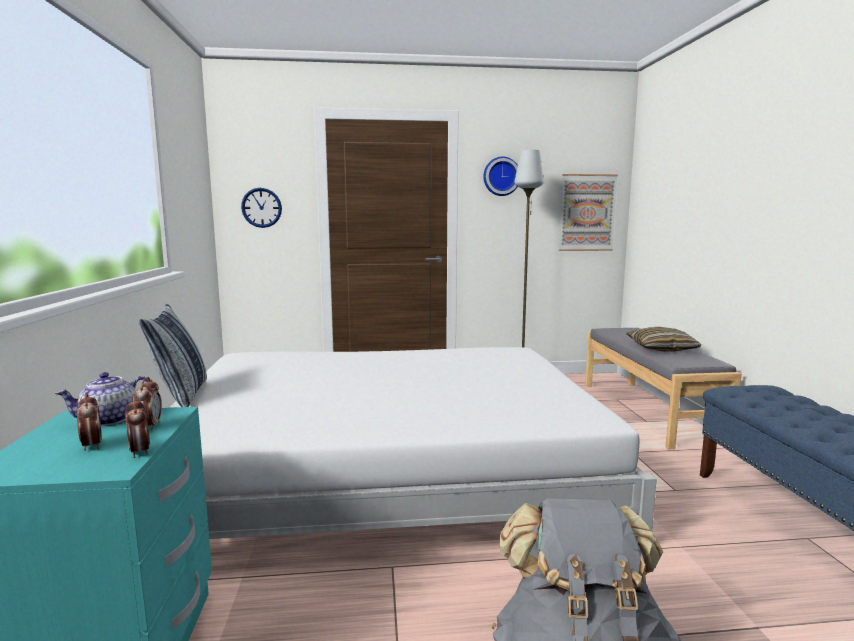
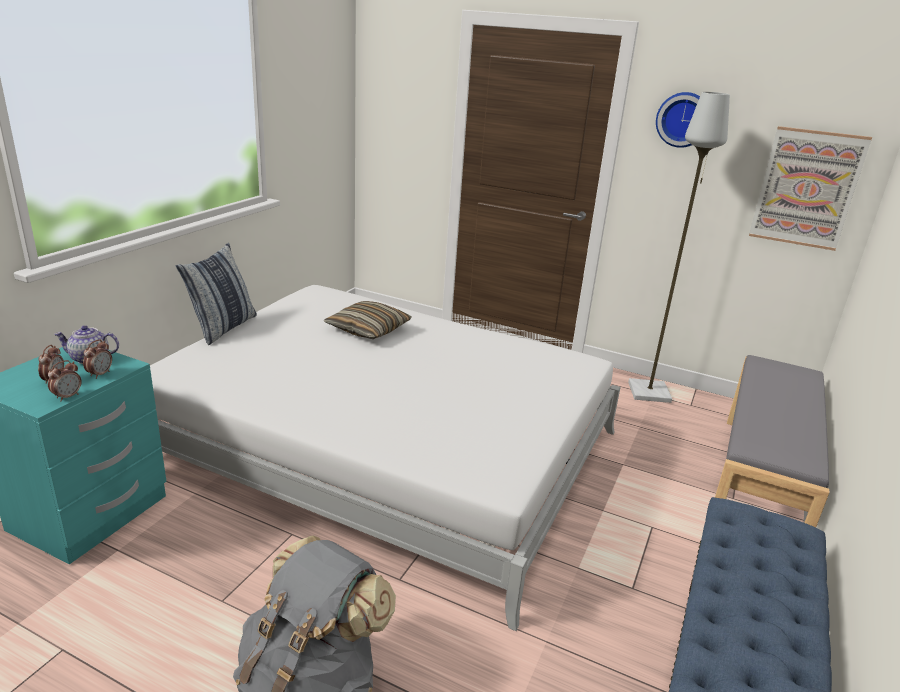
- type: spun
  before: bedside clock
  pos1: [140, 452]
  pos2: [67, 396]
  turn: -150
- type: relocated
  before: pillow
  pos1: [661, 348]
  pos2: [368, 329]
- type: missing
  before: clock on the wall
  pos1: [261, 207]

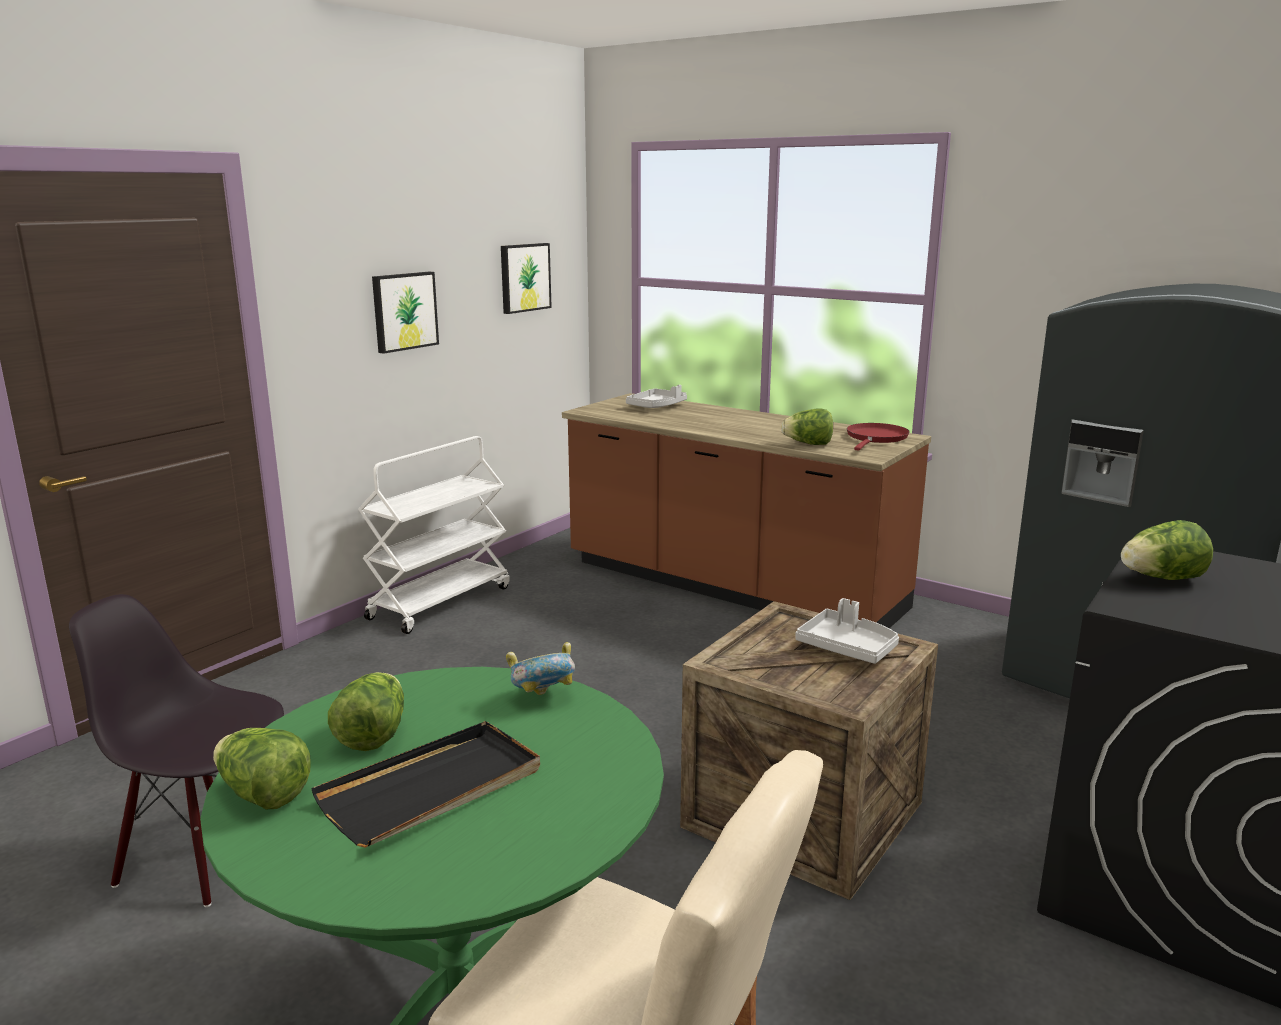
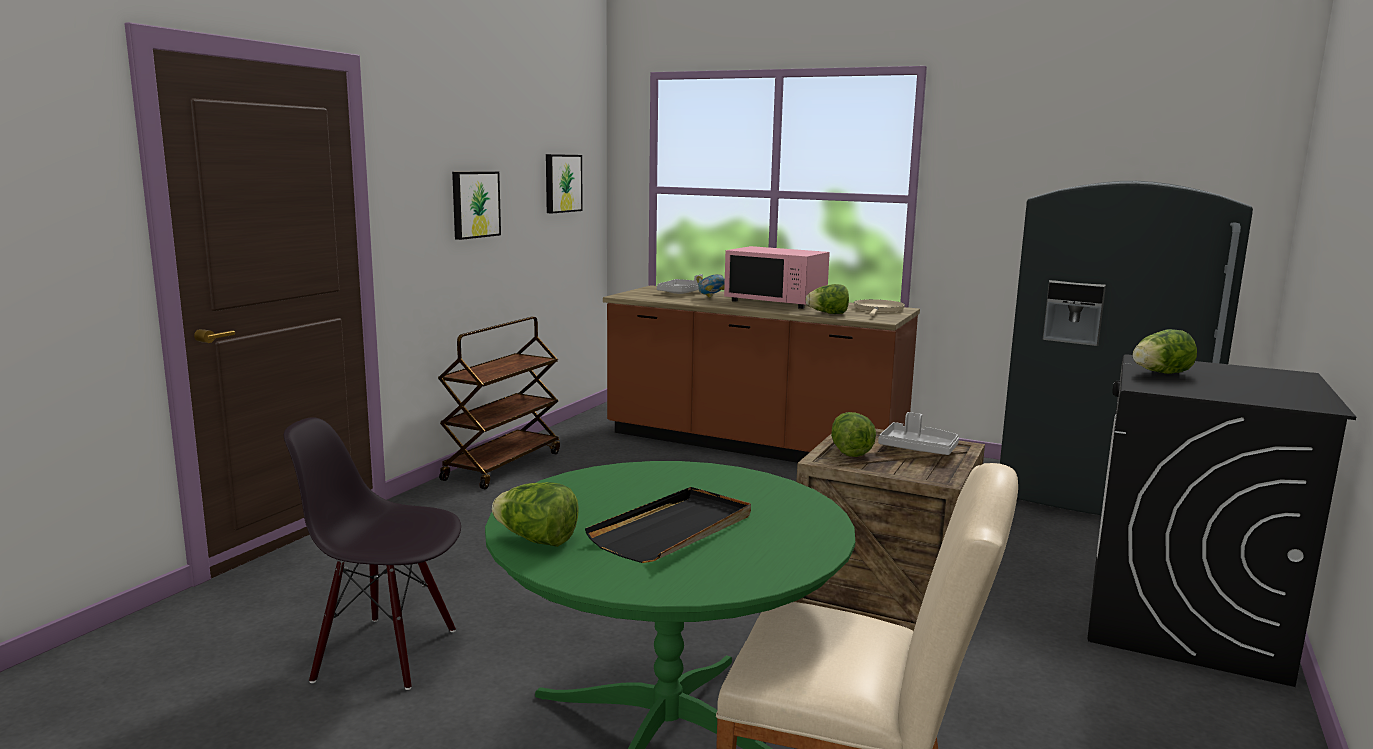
- type: colour
  before: trolley (white-coloured)
  after: trolley (brown-coloured)
  pos1: [440, 602]
  pos2: [502, 465]
- type: relocated
  before: bowl
  pos1: [543, 697]
  pos2: [711, 298]
- type: appeared
  after: microwave oven (pink)
  pos2: [776, 302]
- type: relocated
  before: lettuce head
  pos1: [373, 735]
  pos2: [849, 451]
- type: colour
  before: skillet (reddish)
  after: skillet (beige)
  pos1: [876, 438]
  pos2: [878, 310]

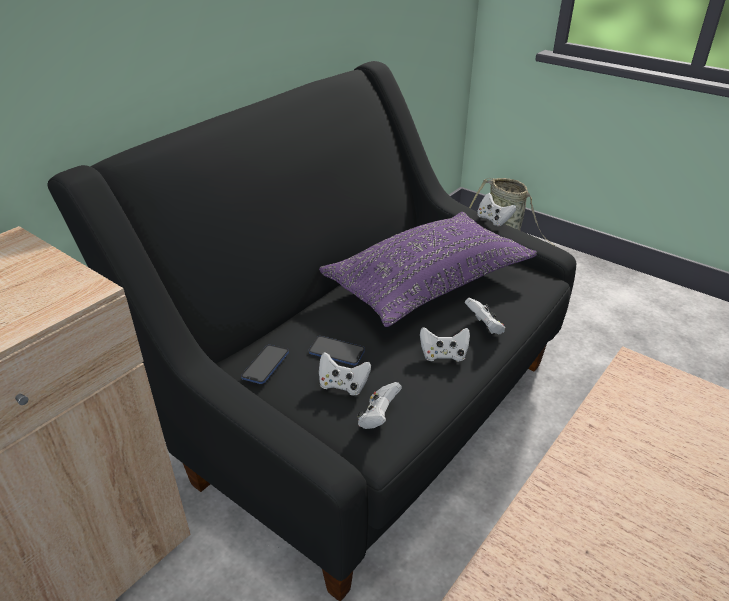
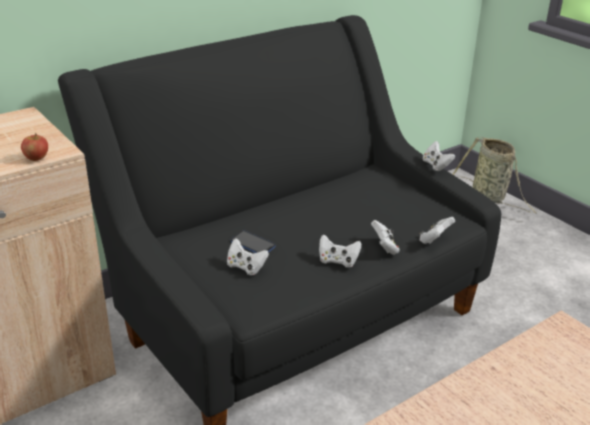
- type: appeared
  after: apple
  pos2: [36, 158]
- type: relocated
  before: joypad (white-coloured)
  pos1: [378, 417]
  pos2: [434, 240]
- type: missing
  before: handset
  pos1: [265, 365]
- type: missing
  before: pillow (purplish)
  pos1: [428, 283]

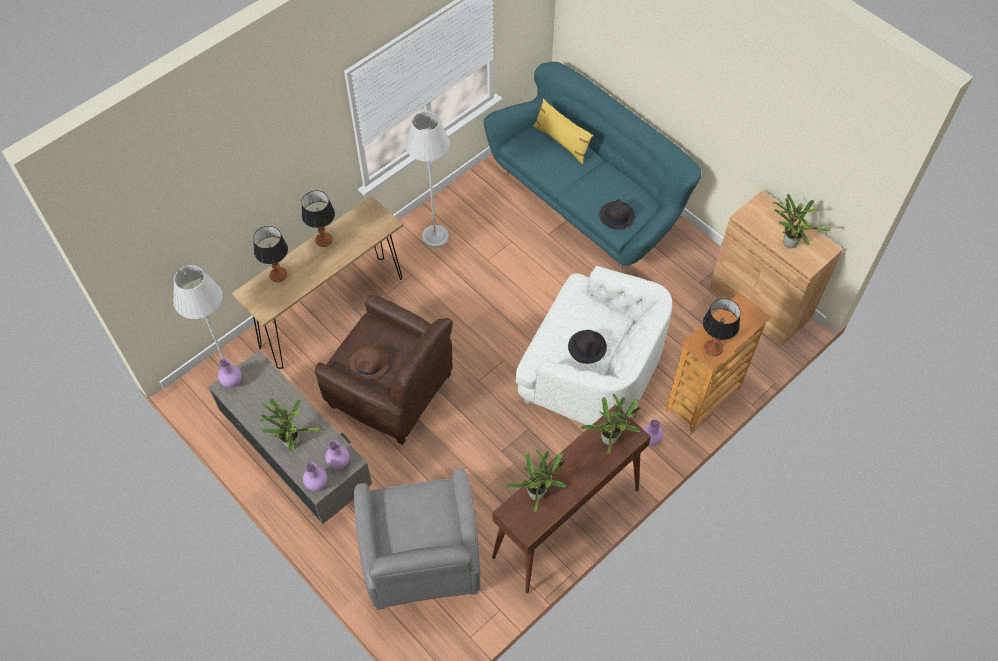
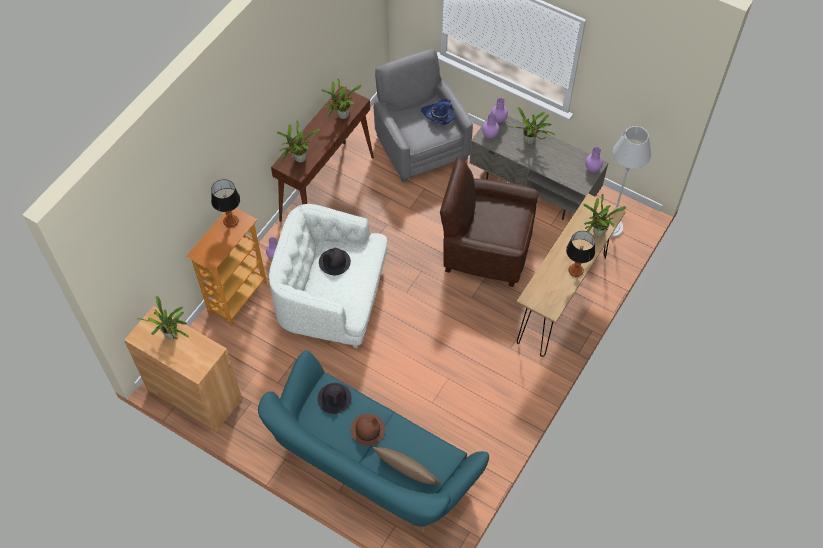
- type: relocated
  before: hat (brown-coloured)
  pos1: [369, 364]
  pos2: [367, 429]
- type: colour
  before: pillow (yellow-coloured)
  after: pillow (brown-coloured)
  pos1: [562, 141]
  pos2: [406, 472]
- type: appeared
  after: hat (bluish)
  pos2: [439, 116]
- type: exchanged
  before: lamp for a table
  after: potted plant
  pos1: [278, 275]
  pos2: [597, 233]
- type: missing
  before: standing lamp (greyish)
  pos1: [435, 237]

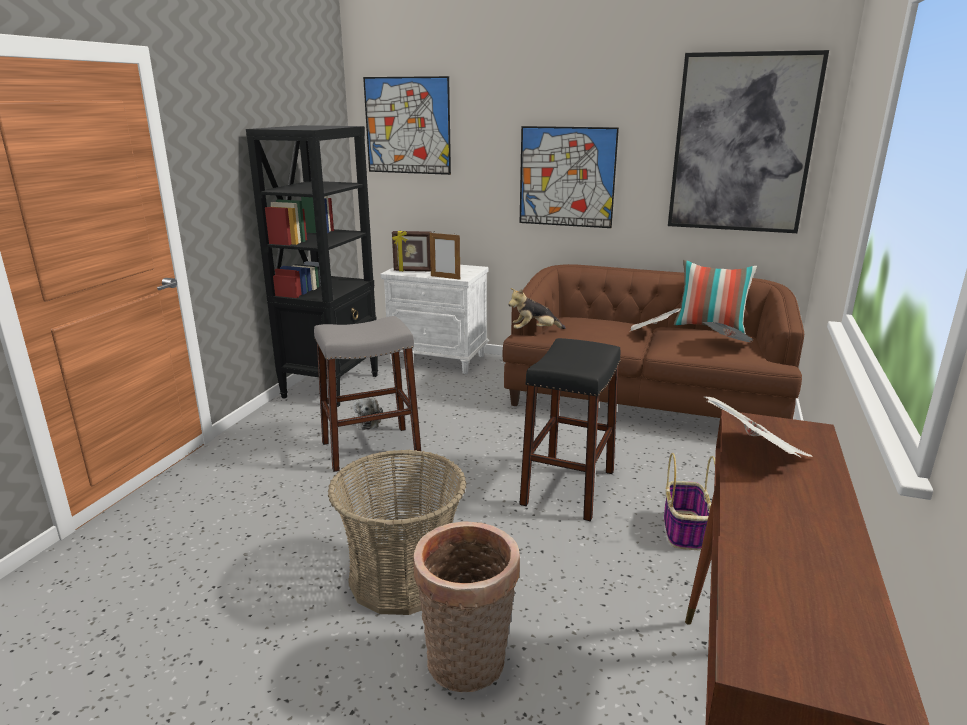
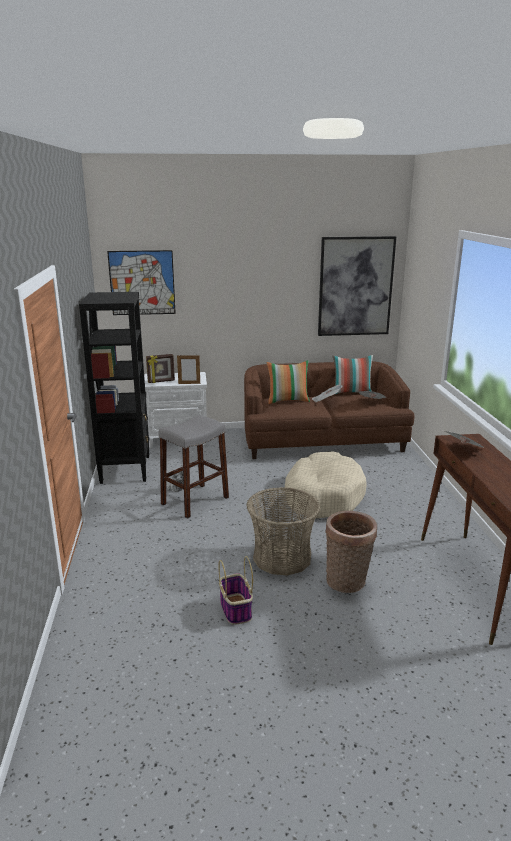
- type: relocated
  before: basket
  pos1: [683, 530]
  pos2: [235, 609]
- type: appeared
  after: pillow
  pos2: [288, 400]
- type: exchanged
  before: stool seat (black-coloured)
  after: pet bed (beige)
  pos1: [568, 487]
  pos2: [323, 496]
- type: missing
  before: plush toy
  pos1: [534, 331]
- type: missing
  before: picture
  pos1: [567, 177]

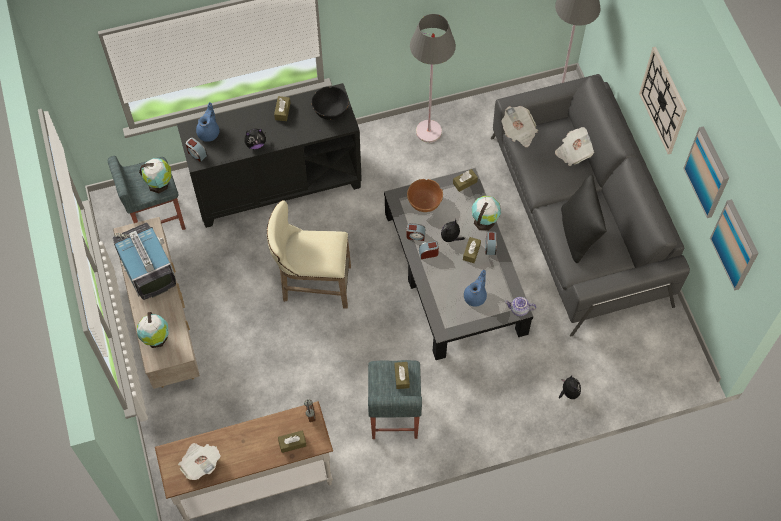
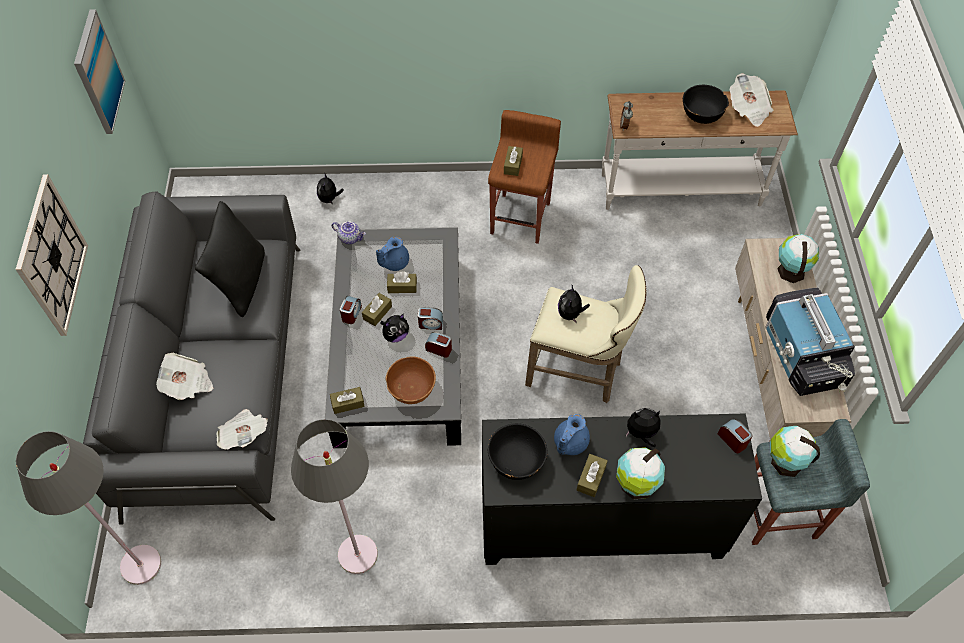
- type: relocated
  before: tissue holder (brown-coloured)
  pos1: [292, 443]
  pos2: [402, 287]
- type: colour
  before: stool seat (greyish)
  after: stool seat (brown-coloured)
  pos1: [394, 416]
  pos2: [521, 217]
- type: relocated
  before: pot for tea (bluish)
  pos1: [209, 132]
  pos2: [569, 443]
- type: appeared
  after: plush toy
  pos2: [570, 314]
- type: relocated
  before: desk globe
  pos1: [484, 220]
  pos2: [636, 485]
- type: appeared
  after: bowl (black-coloured)
  pos2: [701, 115]
- type: missing
  before: picture
  pos1: [707, 172]

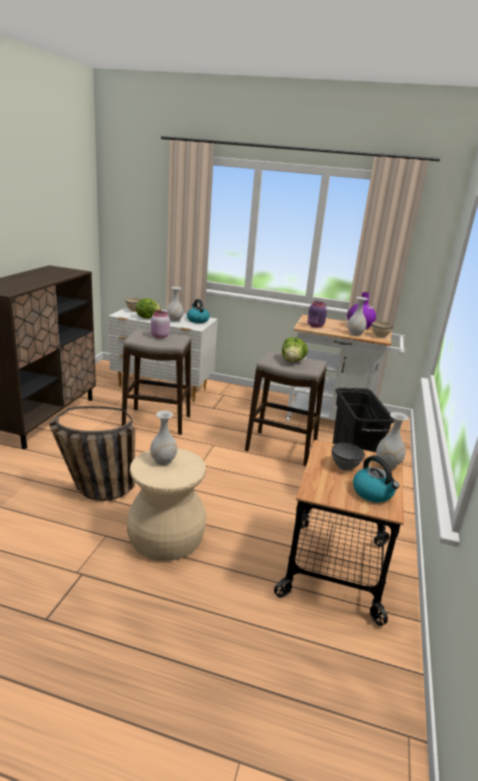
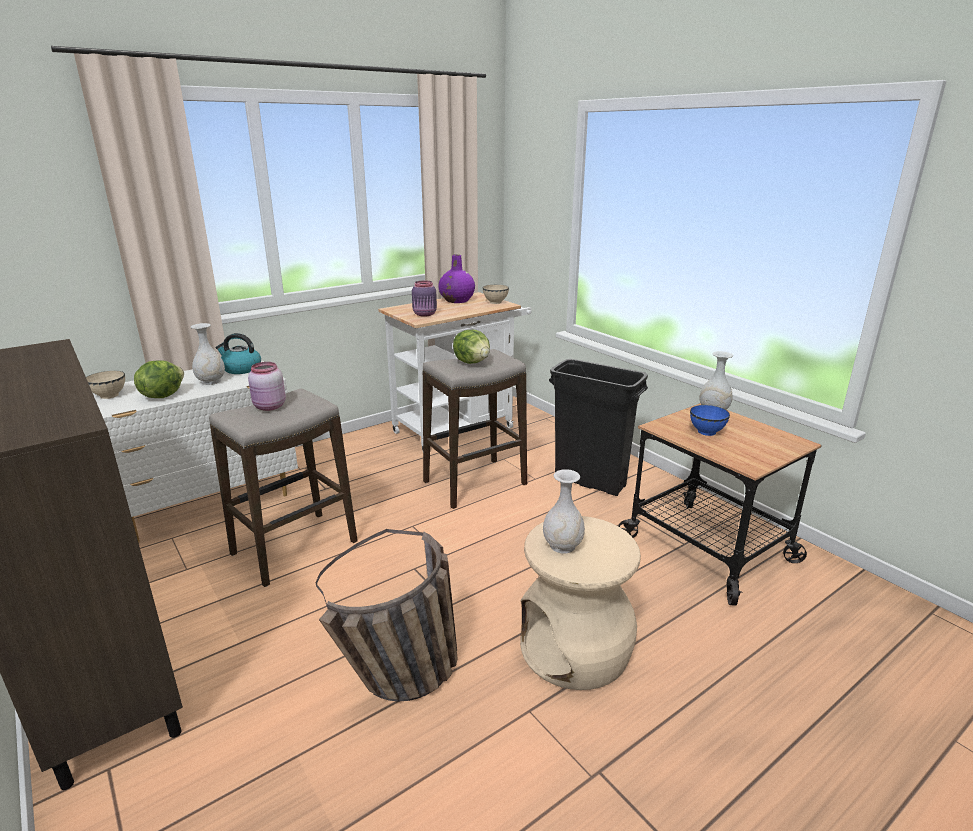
- type: colour
  before: bowl (greyish)
  after: bowl (bluish)
  pos1: [345, 466]
  pos2: [706, 431]
- type: missing
  before: decorative vase (white-coloured)
  pos1: [355, 334]
- type: missing
  before: water kettle
  pos1: [373, 493]

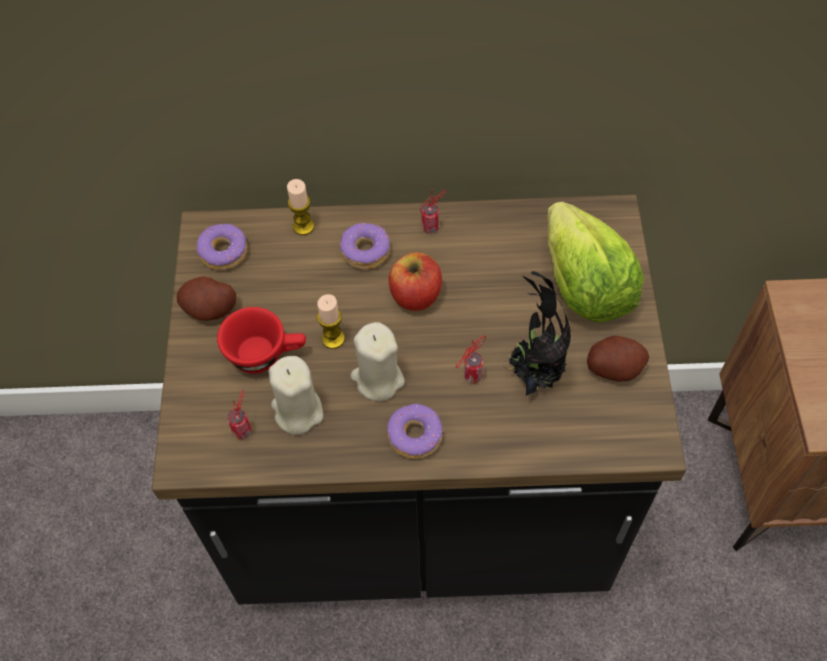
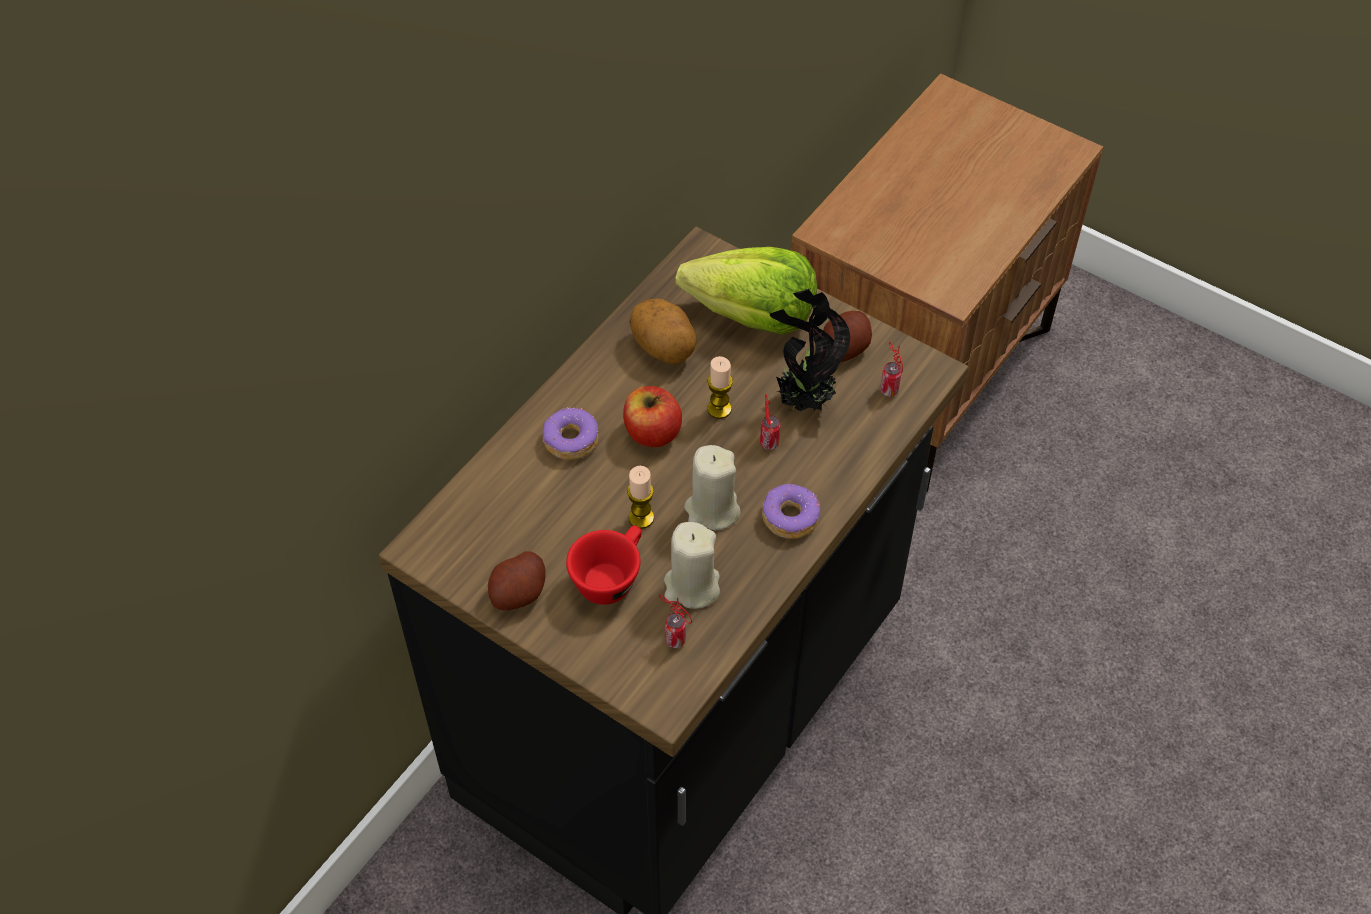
- type: appeared
  after: spud
  pos2: [664, 348]
- type: relocated
  before: candle
  pos1: [303, 226]
  pos2: [719, 409]
- type: relocated
  before: can
  pos1: [431, 226]
  pos2: [888, 388]
- type: missing
  before: doughnut
  pos1: [224, 252]

